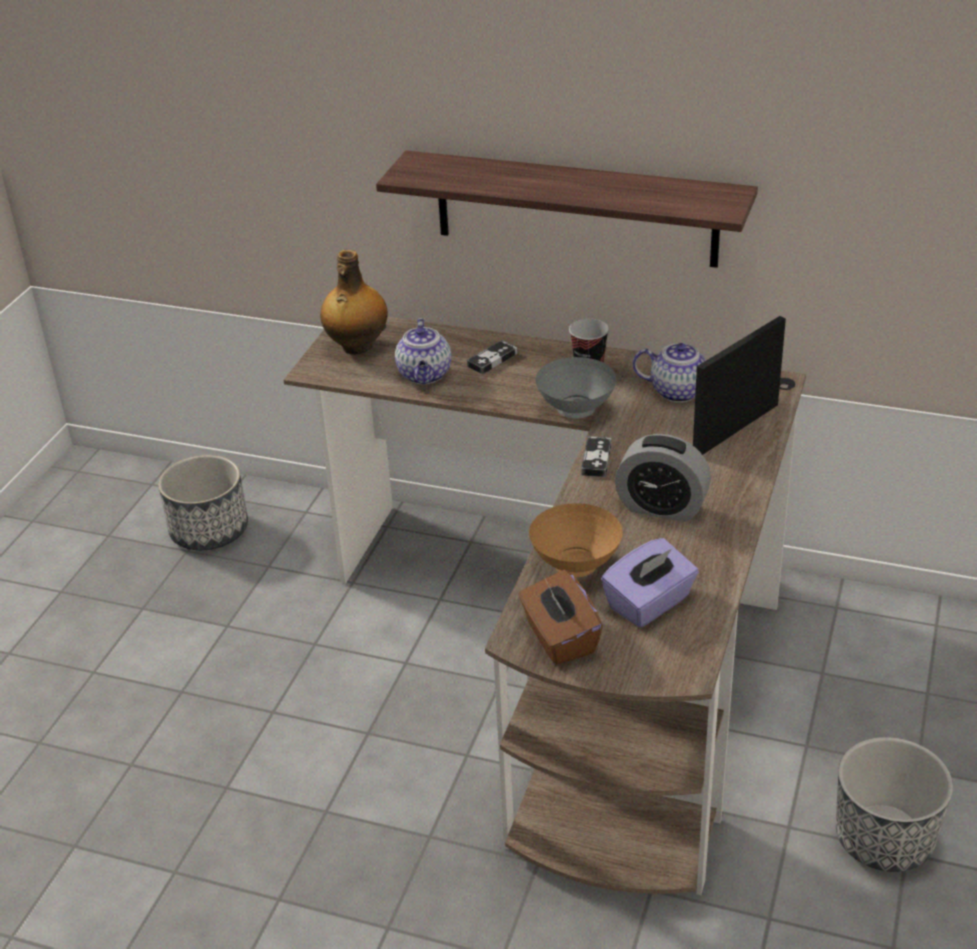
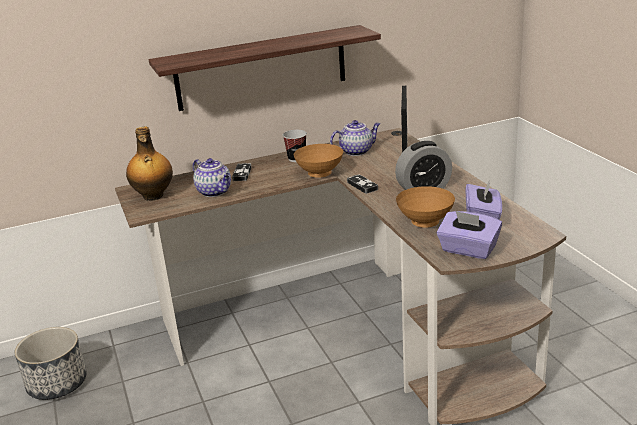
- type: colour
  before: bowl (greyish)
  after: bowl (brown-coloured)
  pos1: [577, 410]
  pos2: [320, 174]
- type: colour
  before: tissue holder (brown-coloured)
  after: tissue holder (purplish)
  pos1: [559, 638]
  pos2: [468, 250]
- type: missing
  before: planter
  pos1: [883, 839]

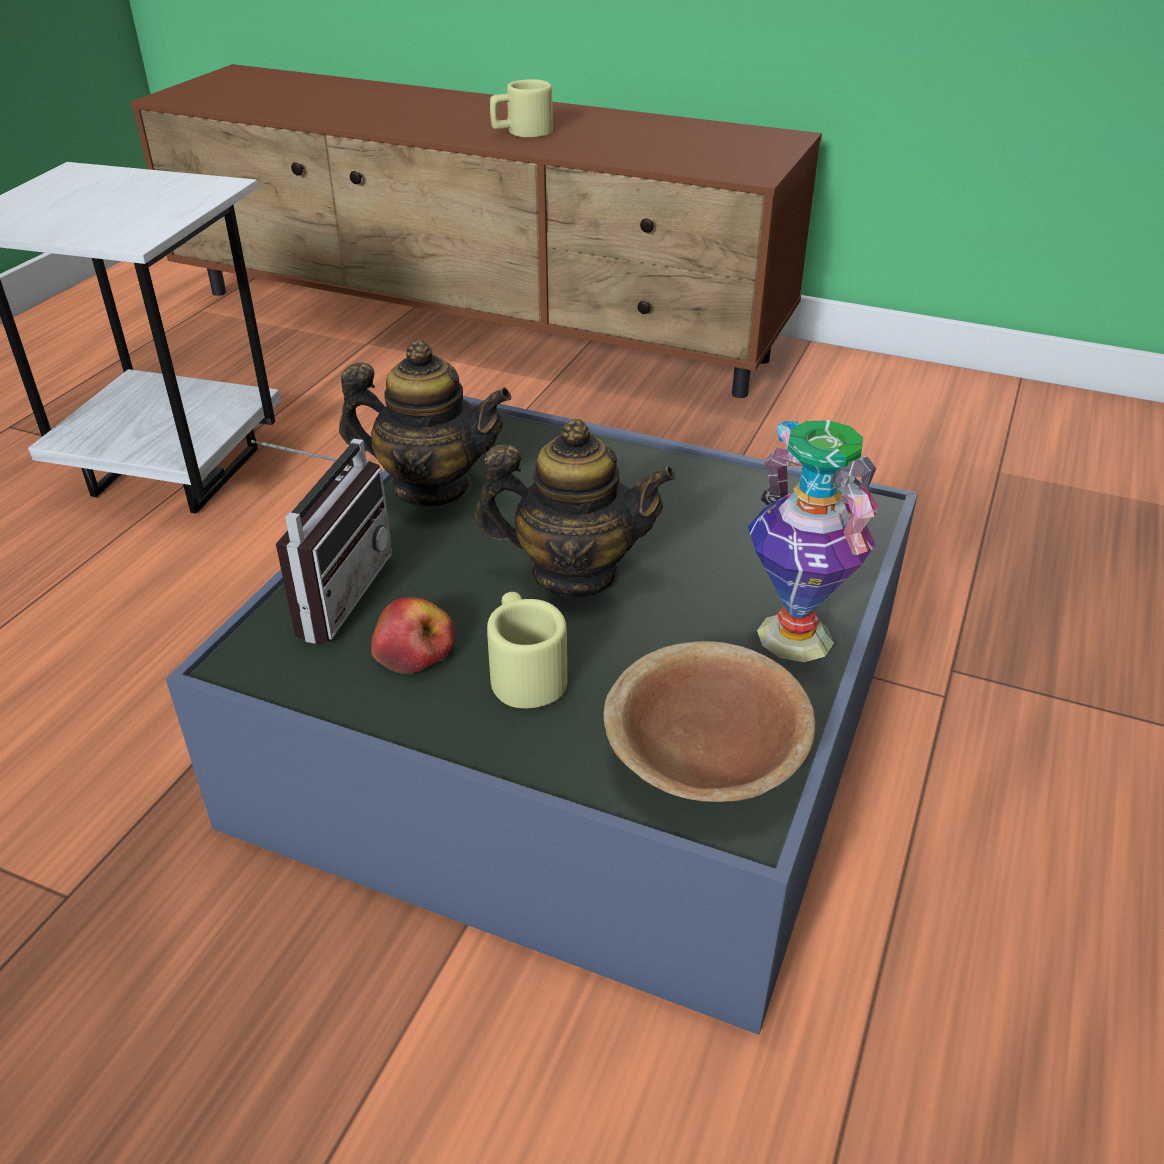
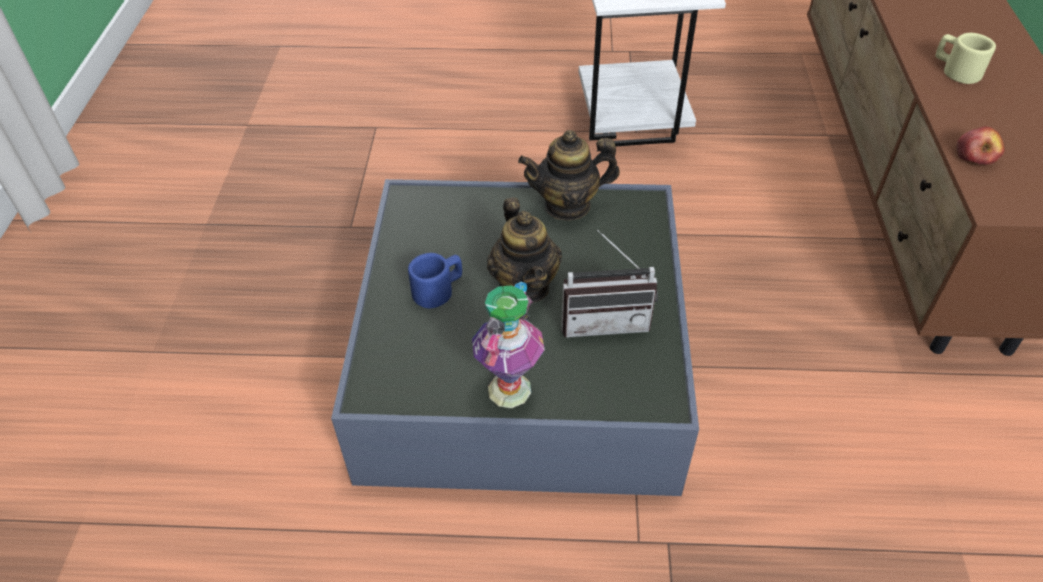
- type: colour
  before: mug (beige)
  after: mug (bluish)
  pos1: [524, 672]
  pos2: [438, 290]
- type: spun
  before: pot for tea
  pos1: [431, 487]
  pos2: [568, 205]
  turn: 90
- type: relocated
  before: radio
  pos1: [330, 592]
  pos2: [605, 320]
- type: relocated
  before: apple
  pos1: [414, 651]
  pos2: [976, 155]
- type: missing
  before: bowl (brown-coloured)
  pos1: [705, 758]

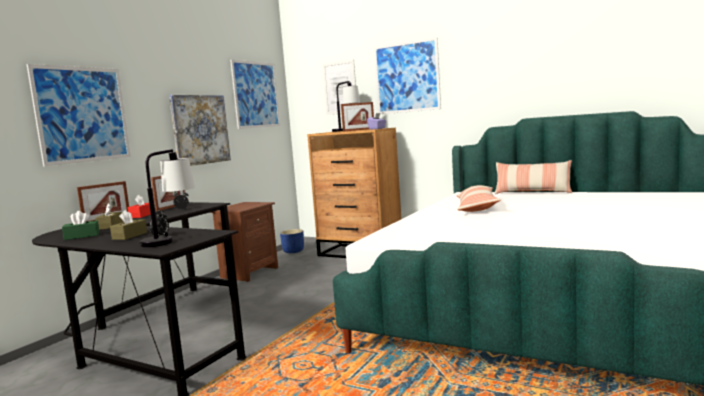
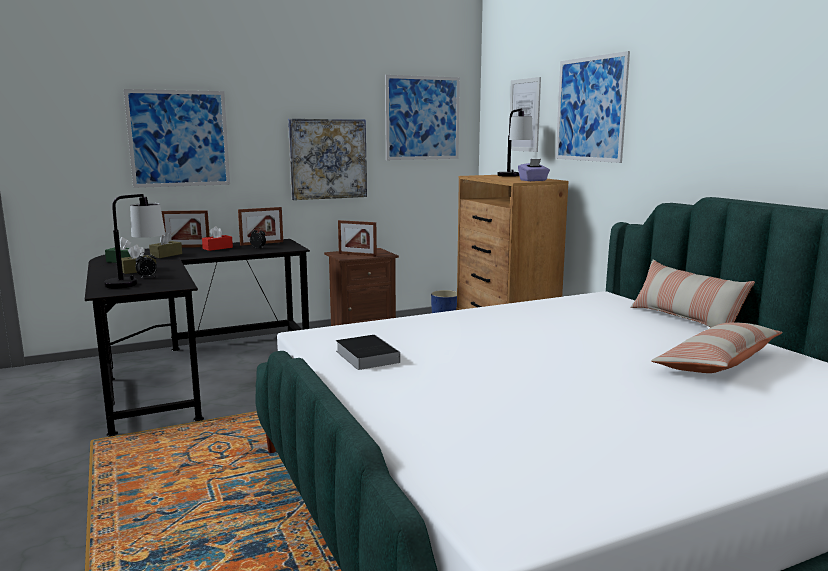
- type: appeared
  after: volume
  pos2: [365, 356]
- type: relocated
  before: photo frame
  pos1: [358, 130]
  pos2: [357, 254]
- type: relocated
  before: pillow
  pos1: [476, 207]
  pos2: [717, 363]

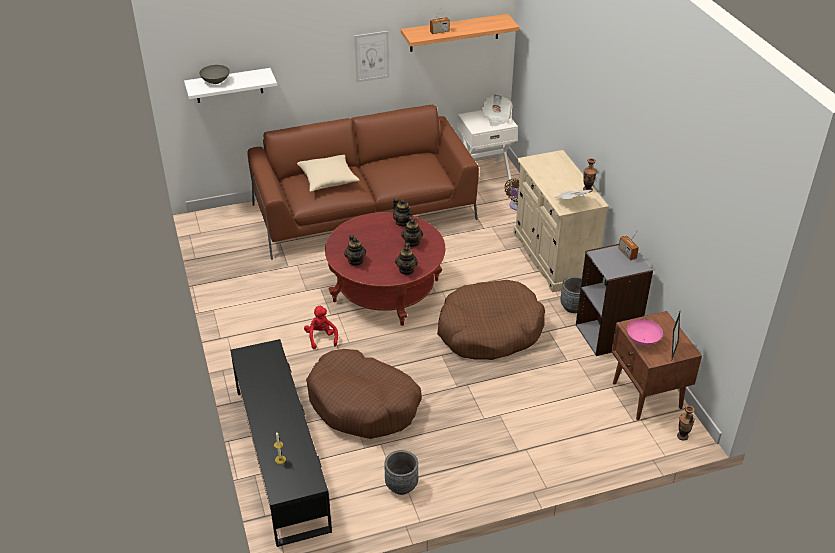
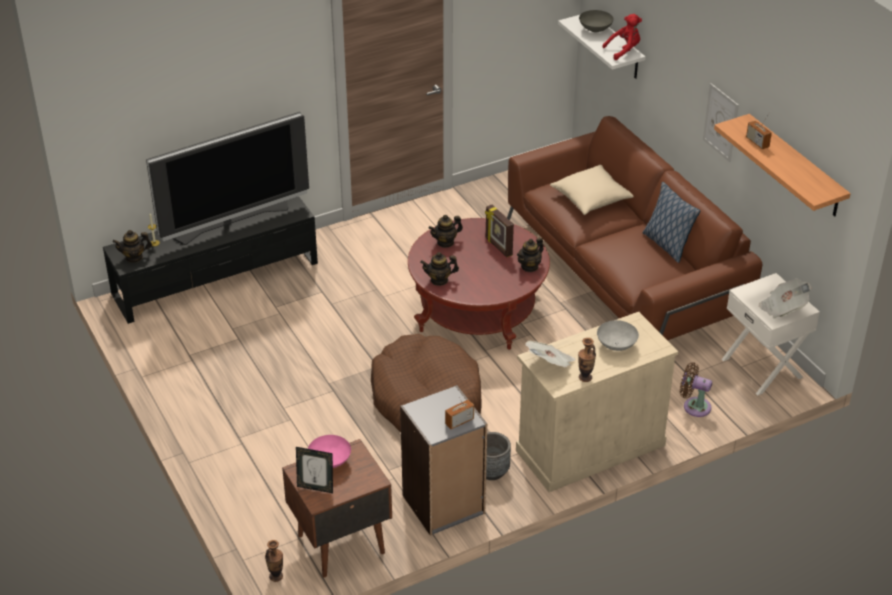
- type: relocated
  before: pot for tea
  pos1: [412, 242]
  pos2: [134, 257]
- type: appeared
  after: TV
  pos2: [233, 221]
- type: appeared
  after: photo frame
  pos2: [498, 247]
- type: appeared
  after: bowl (greyish)
  pos2: [617, 345]
- type: relocated
  before: plush toy (reddish)
  pos1: [321, 337]
  pos2: [624, 50]
- type: appeared
  after: pillow
  pos2: [666, 245]
- type: missing
  before: pet bed (brown-coloured)
  pos1: [363, 404]
- type: missing
  before: planter (greyish)
  pos1: [401, 485]

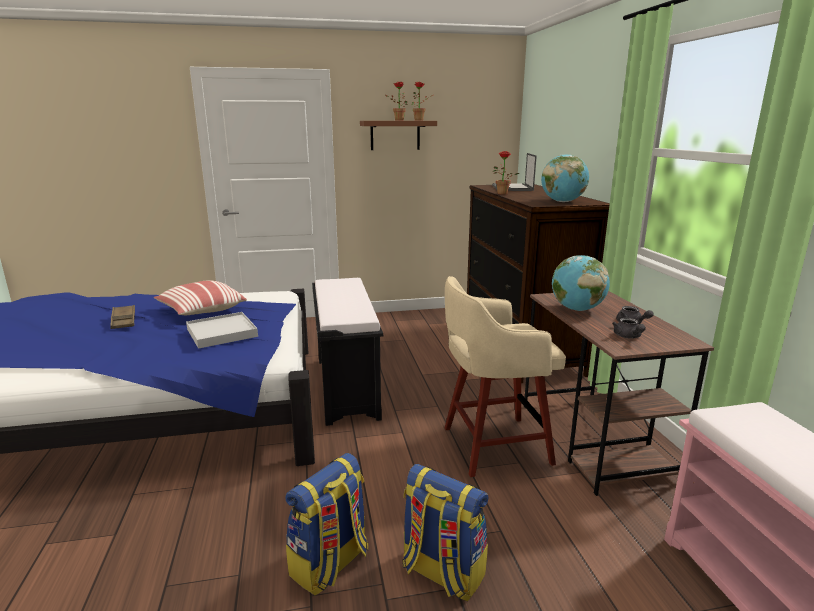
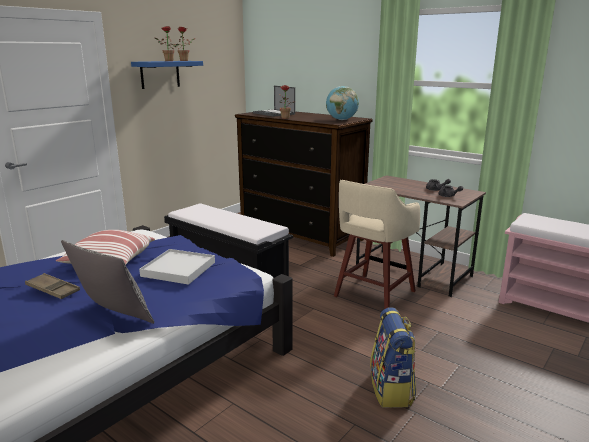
- type: appeared
  after: pillow
  pos2: [113, 317]
- type: colour
  before: bracket shelf (brown-coloured)
  after: bracket shelf (bluish)
  pos1: [395, 135]
  pos2: [160, 74]
- type: missing
  before: knapsack
  pos1: [441, 572]
- type: missing
  before: desk globe
  pos1: [577, 309]

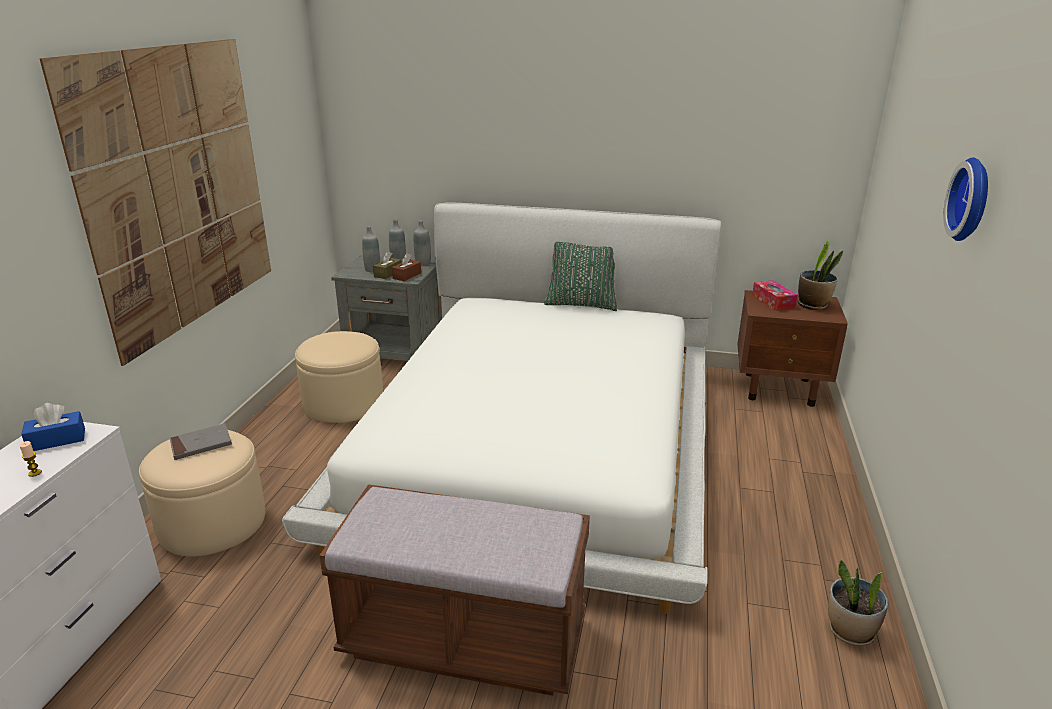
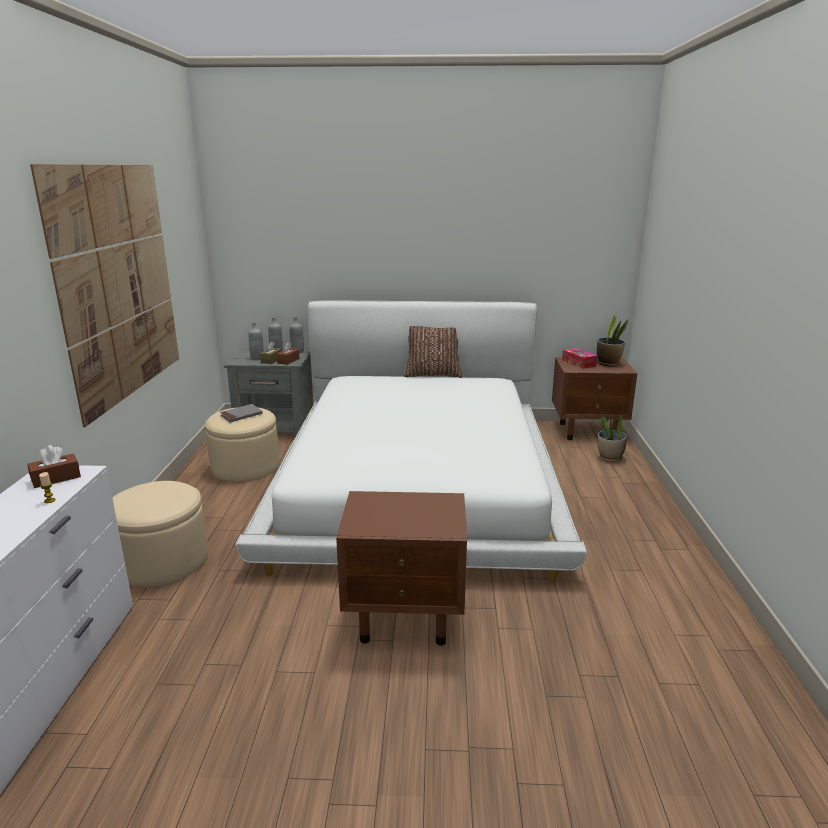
- type: colour
  before: tissue holder (bluish)
  after: tissue holder (brown-coloured)
  pos1: [57, 440]
  pos2: [56, 478]
- type: relocated
  before: volume (greyish)
  pos1: [201, 444]
  pos2: [241, 415]
- type: exchanged
  before: bench (brown-coloured)
  after: night table (brown-coloured)
  pos1: [464, 639]
  pos2: [406, 617]
- type: colour
  before: pillow (green-coloured)
  after: pillow (brown-coloured)
  pos1: [581, 304]
  pos2: [433, 374]
- type: relocated
  before: potted plant
  pos1: [850, 631]
  pos2: [610, 458]
- type: missing
  before: clock on the wall
  pos1: [973, 200]

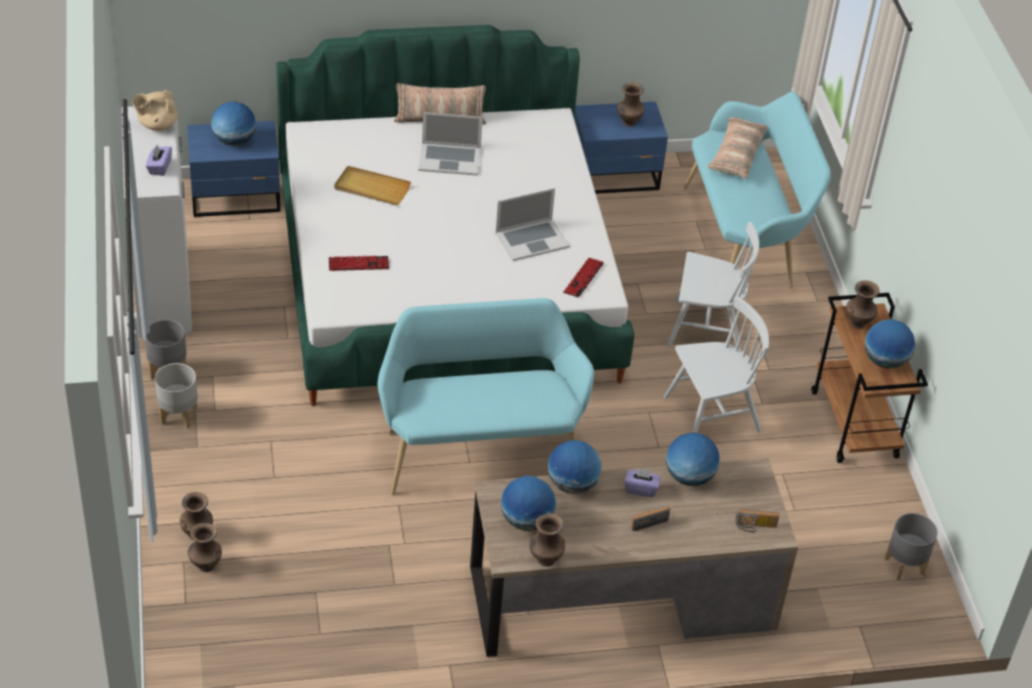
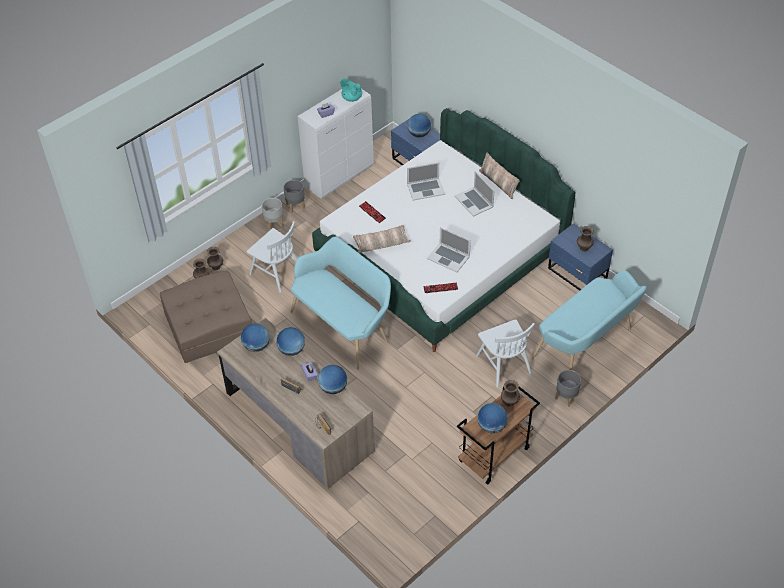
- type: appeared
  after: footrest (brown-coloured)
  pos2: [208, 325]
- type: relocated
  before: chair (white-coloured)
  pos1: [711, 415]
  pos2: [276, 272]
- type: colour
  before: pot for tea (beige)
  after: pot for tea (turquoise)
  pos1: [157, 125]
  pos2: [351, 98]
- type: relocated
  before: pillow
  pos1: [736, 155]
  pos2: [381, 243]
- type: exchanged
  before: carrying tray (beige)
  after: notebook computer
  pos1: [371, 188]
  pos2: [425, 189]
- type: relocated
  before: planter (greyish)
  pos1: [904, 566]
  pos2: [566, 397]
- type: missing
  before: decorative vase (brown-coloured)
  pos1: [545, 560]

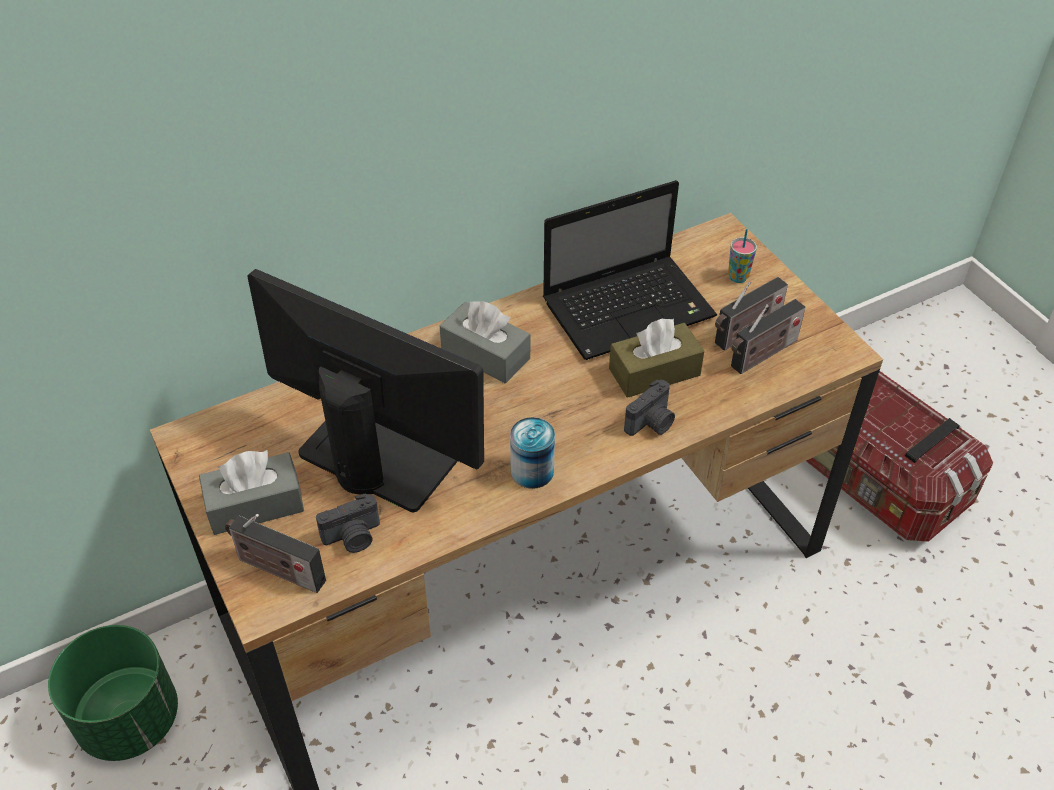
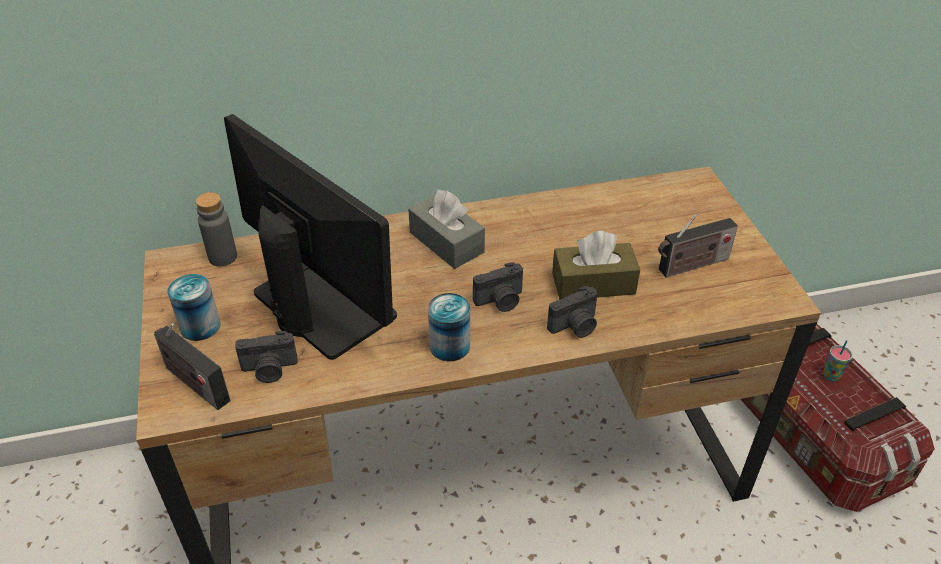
- type: exchanged
  before: tissue holder (greyish)
  after: can
  pos1: [255, 505]
  pos2: [200, 326]
- type: appeared
  after: bottle (greyish)
  pos2: [223, 257]
- type: appeared
  after: still camera
  pos2: [500, 301]
- type: relocated
  before: drinking cup
  pos1: [738, 277]
  pos2: [831, 376]
- type: missing
  before: planter (green-coloured)
  pos1: [130, 719]
- type: missing
  before: notebook computer
  pos1: [630, 308]
- type: missing
  before: radio
  pos1: [762, 355]

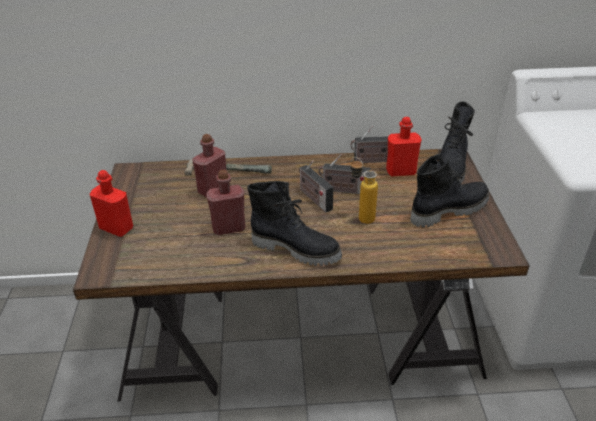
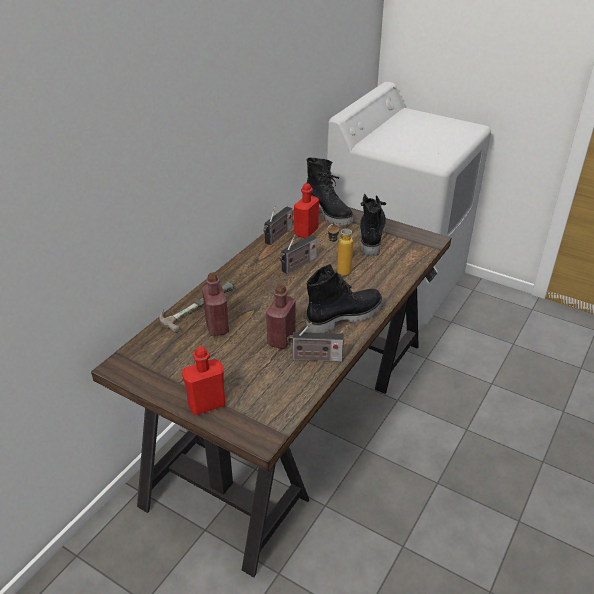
- type: relocated
  before: radio
  pos1: [314, 198]
  pos2: [314, 358]

